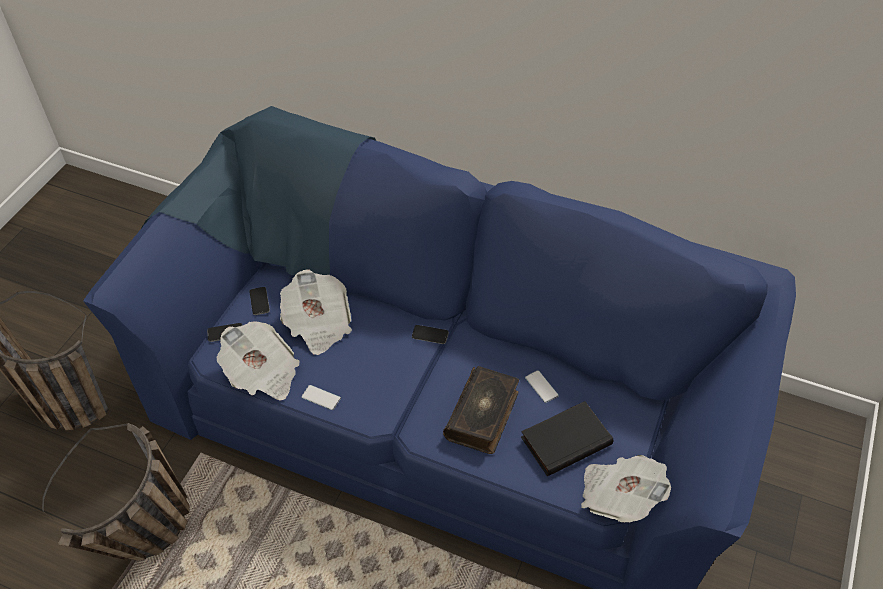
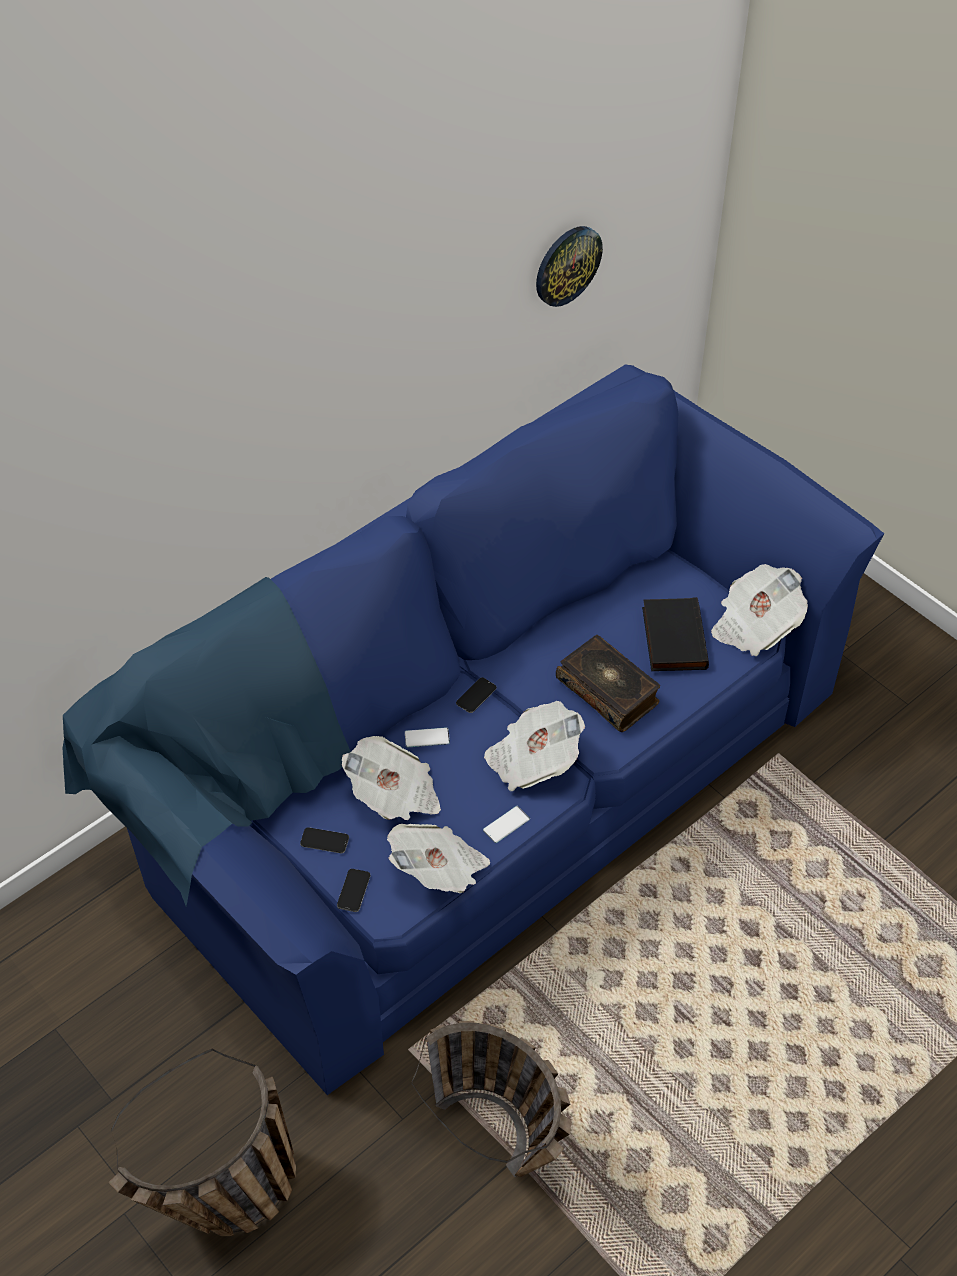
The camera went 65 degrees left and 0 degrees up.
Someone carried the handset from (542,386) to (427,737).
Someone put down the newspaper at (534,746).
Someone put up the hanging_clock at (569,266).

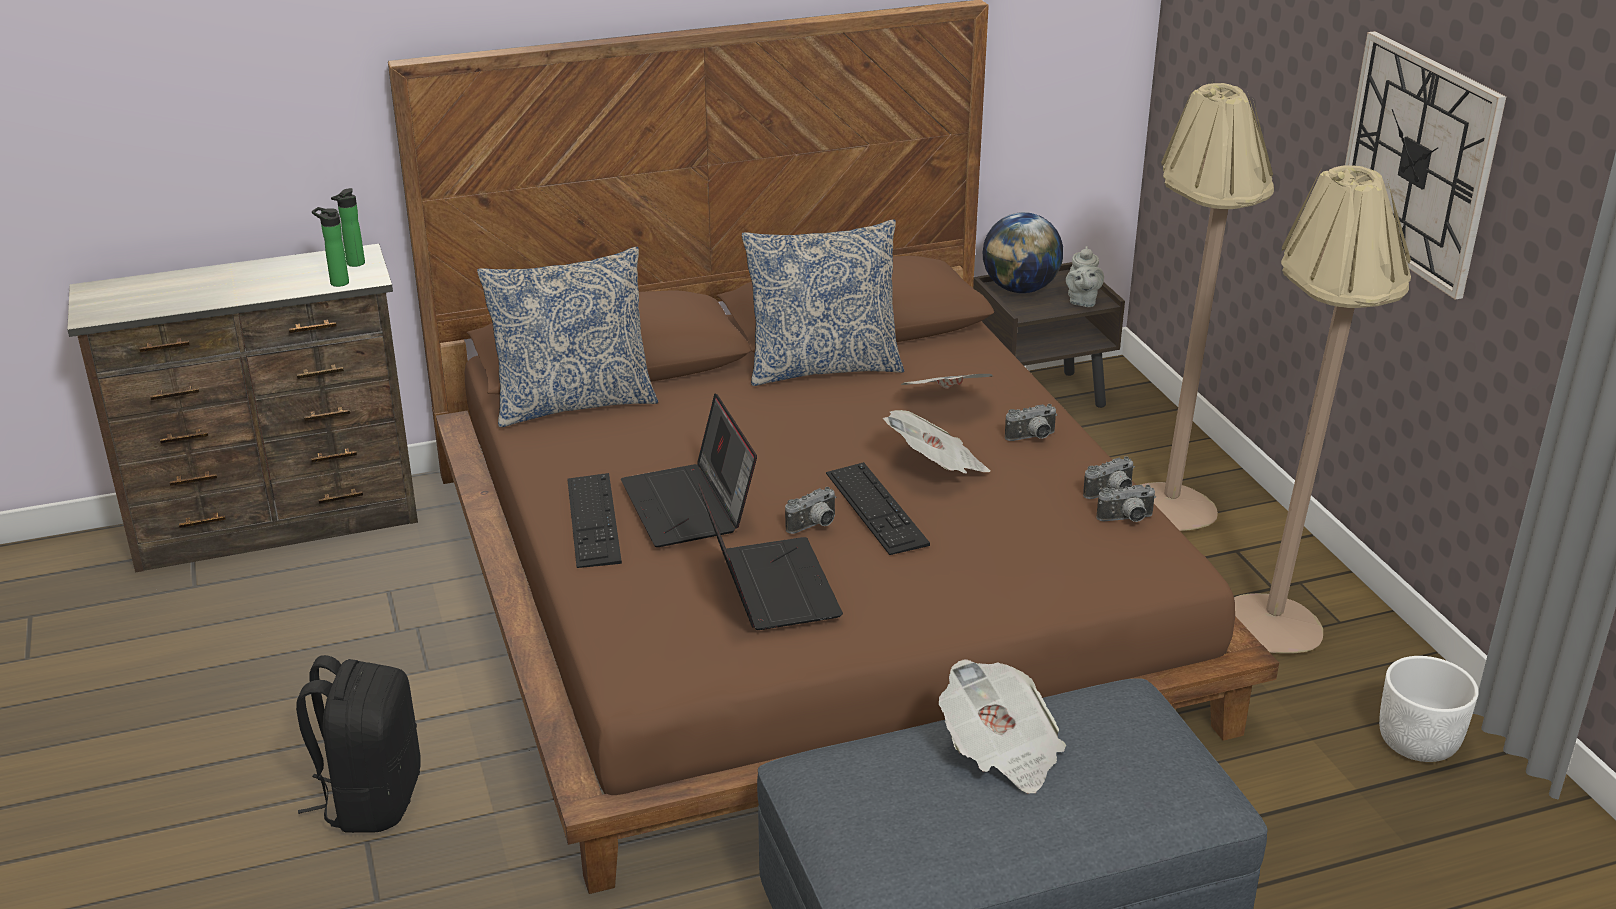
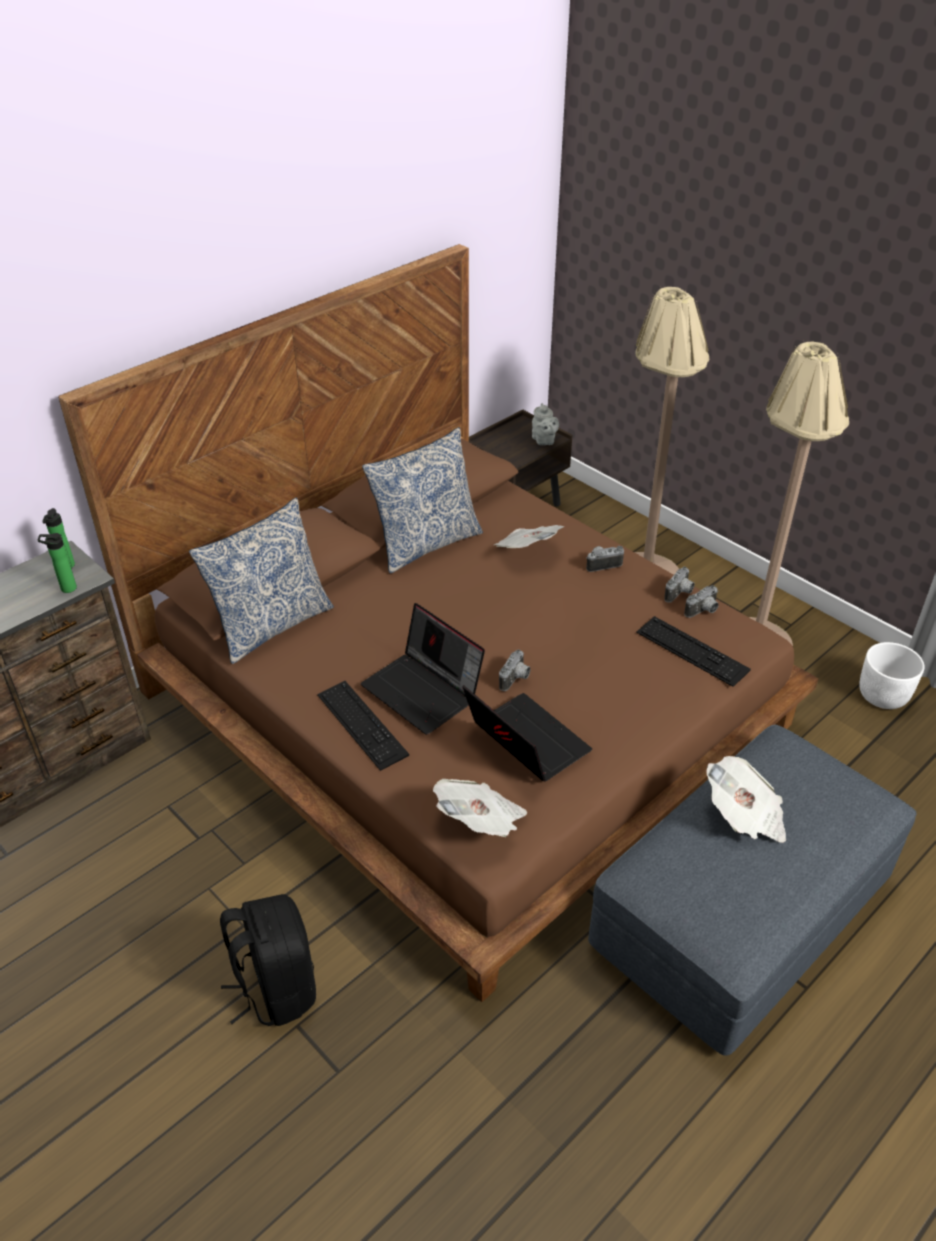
The camera went 25 degrees left and 10 degrees up.
Someone carried the newspaper from (937,442) to (480,808).
Someone rotated the photo_camera at (1031,422) by 150 degrees counterclockwise.
Someone carried the keyboard from (878,508) to (693,651).
Someone took away the desk_globe at (1023,252).
Someone took away the hanging_clock at (1425,165).

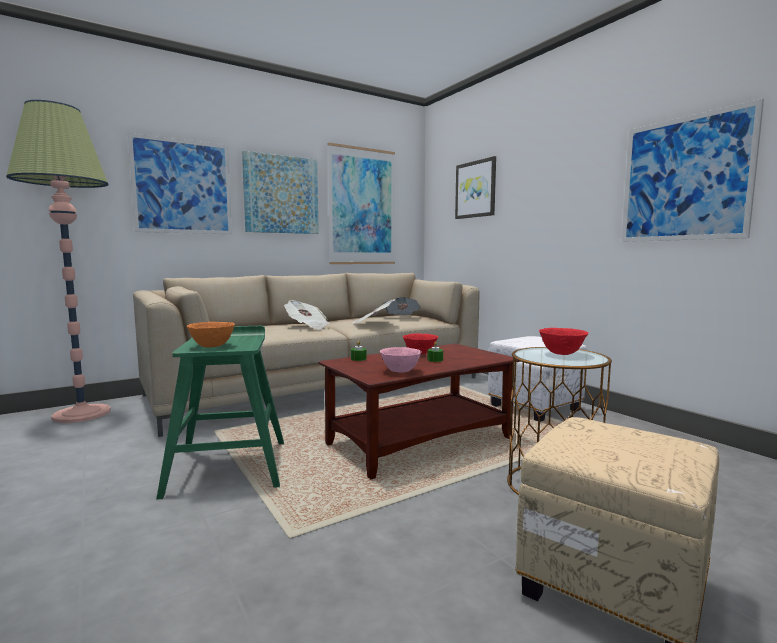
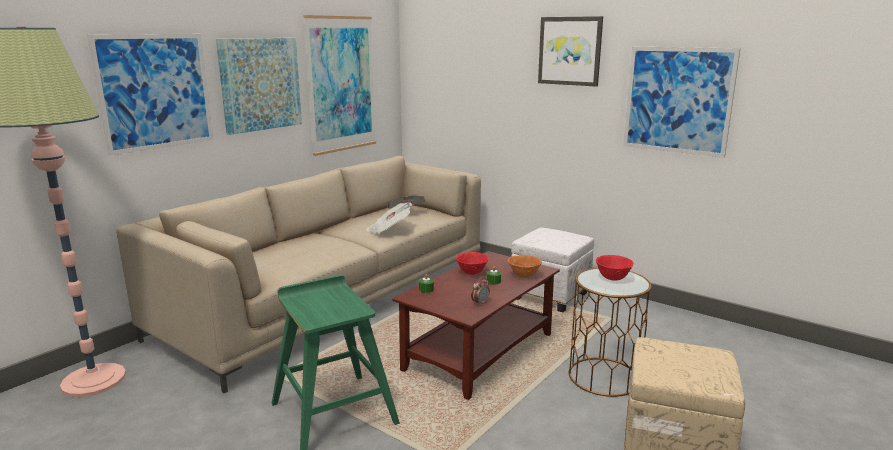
The camera went 20 degrees left and 10 degrees up.
Someone swapped the pink_deep_dish at (401,359) for the bedside_clock at (480,291).
Someone carried the orange-coloured_deep_dish from (211,335) to (525,266).
Someone carried the wall_art from (475,187) to (570,51).
Someone took away the newspaper at (307,315).

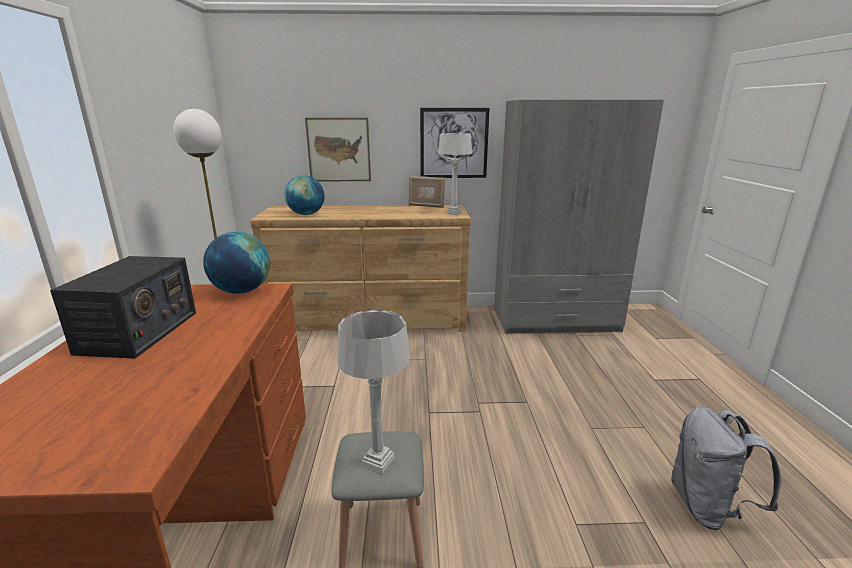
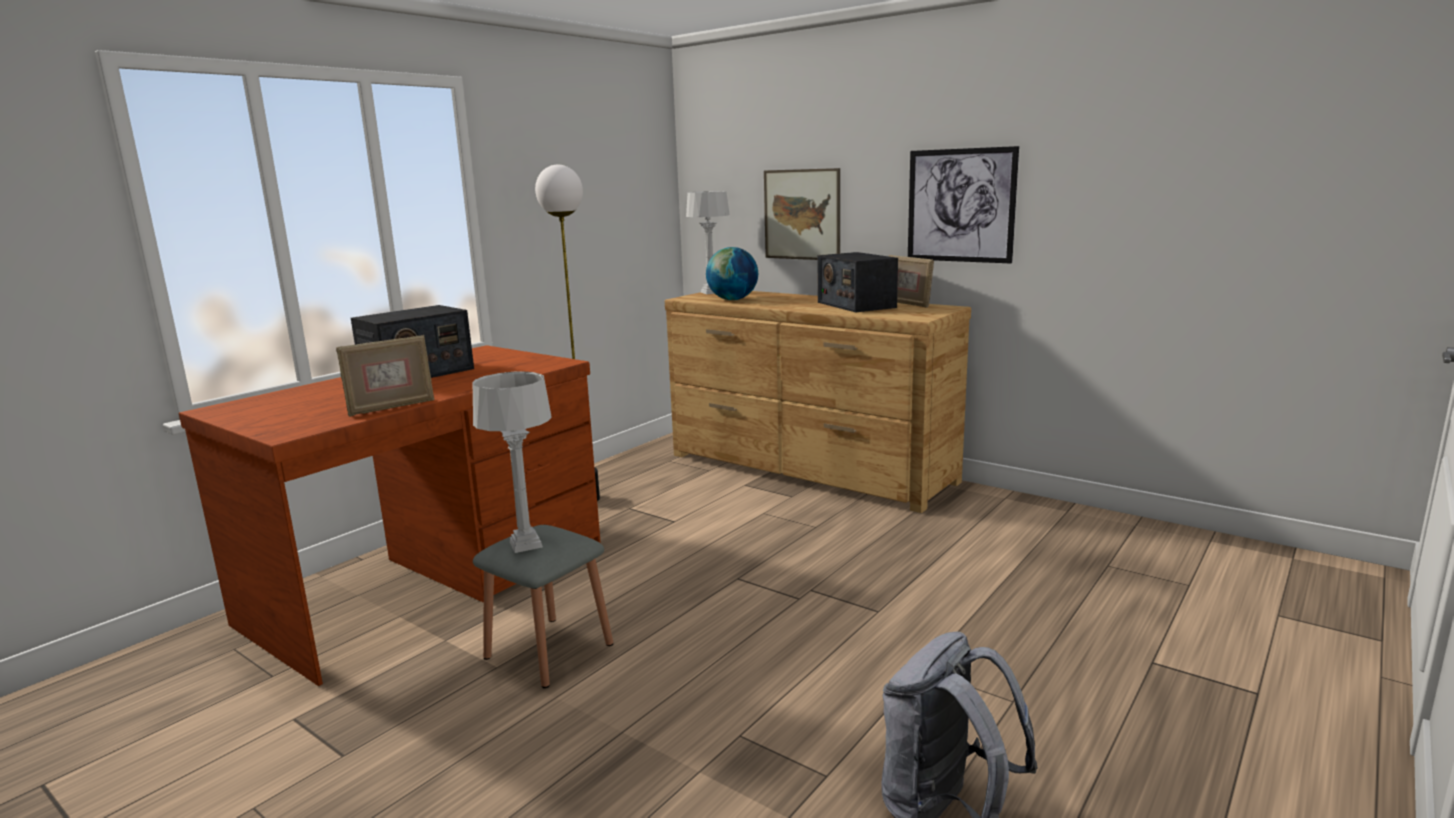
The camera went 40 degrees right and 5 degrees down.
Someone put down the standing_frame at (385,376).
Someone carried the grey_lamp_for_a_table from (455,174) to (708,242).
Someone put down the radio_set at (858,282).
Someone took away the desk_globe at (236,263).
Someone took away the grey_armoire at (579,217).

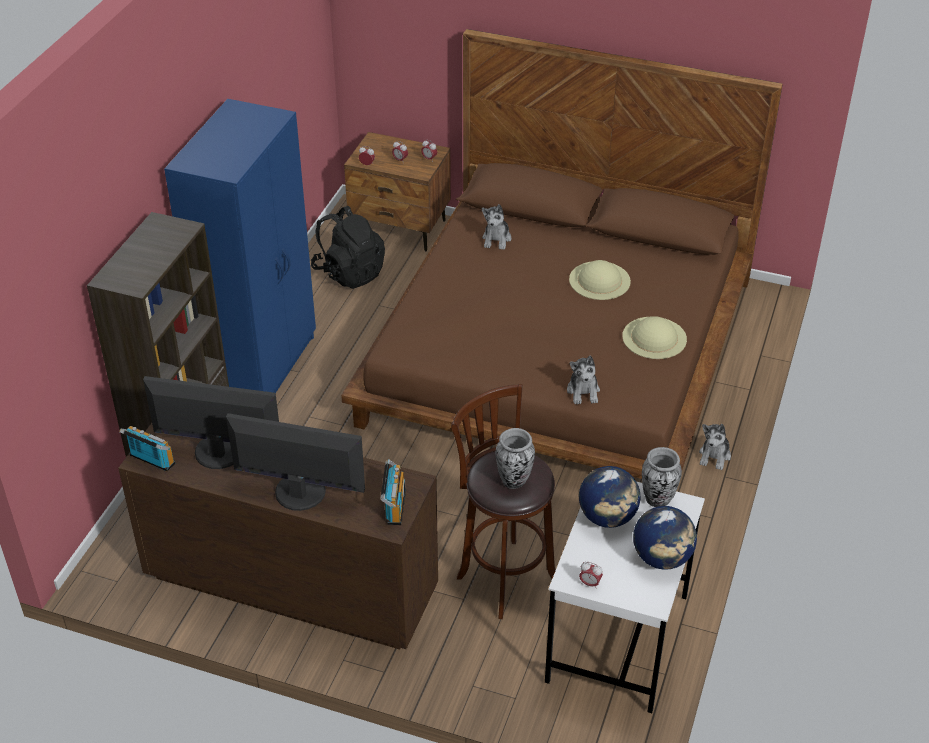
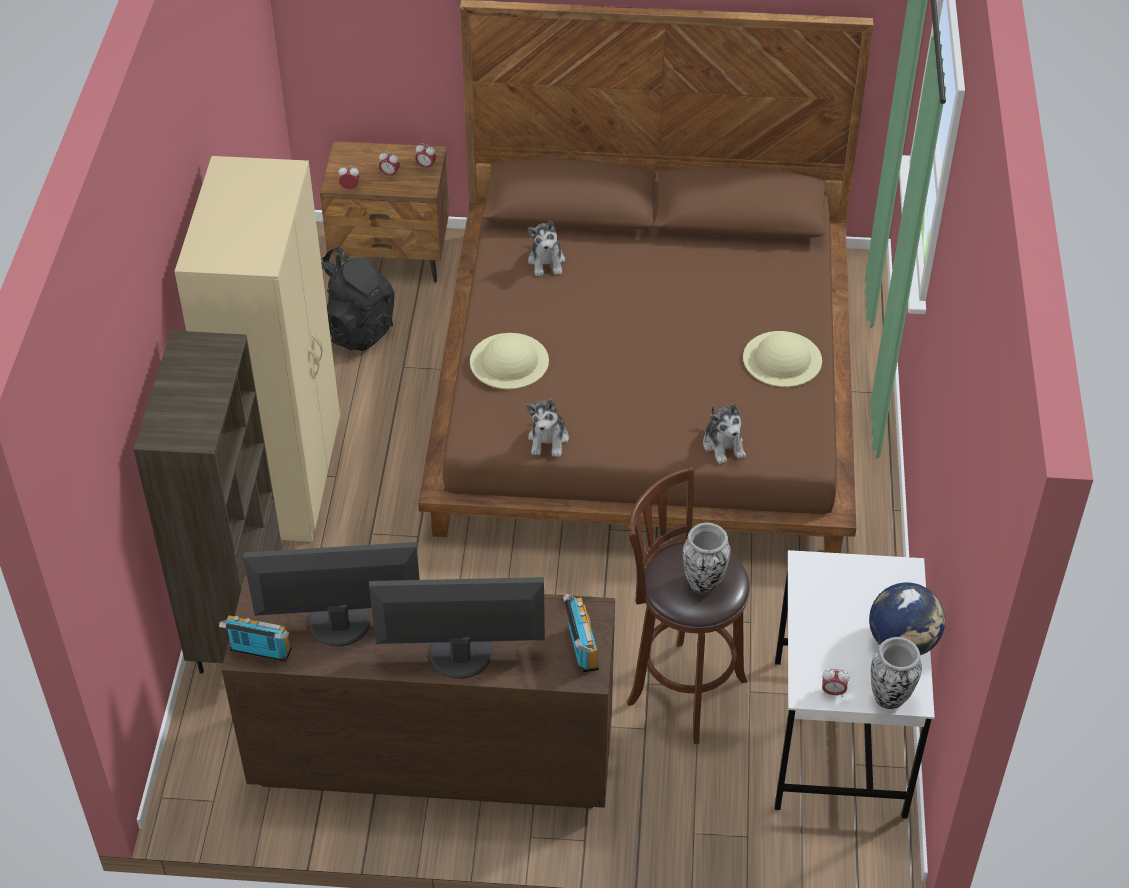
The camera went 15 degrees left and 5 degrees up.
Someone repainted the blue-coloured_armoire at (240,246), which became the beige_armoire at (257,349).
Someone carried the beige_wearable_hat from (600,280) to (509,361).
Someone carried the soft_toy from (715,447) to (547,427).
Someone carried the flower_vase from (662,477) to (896,673).
Someone took away the desk_globe at (609,497).

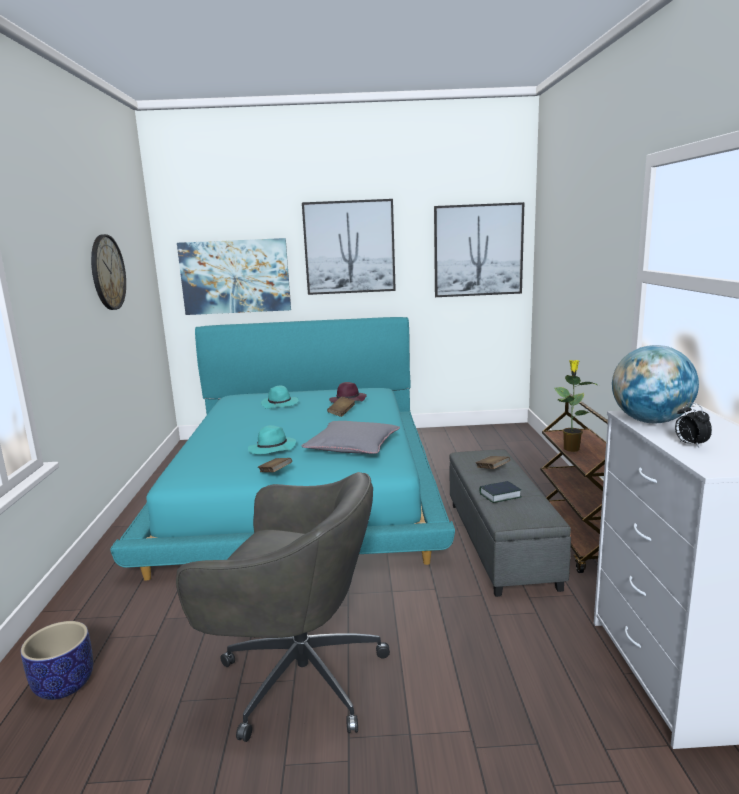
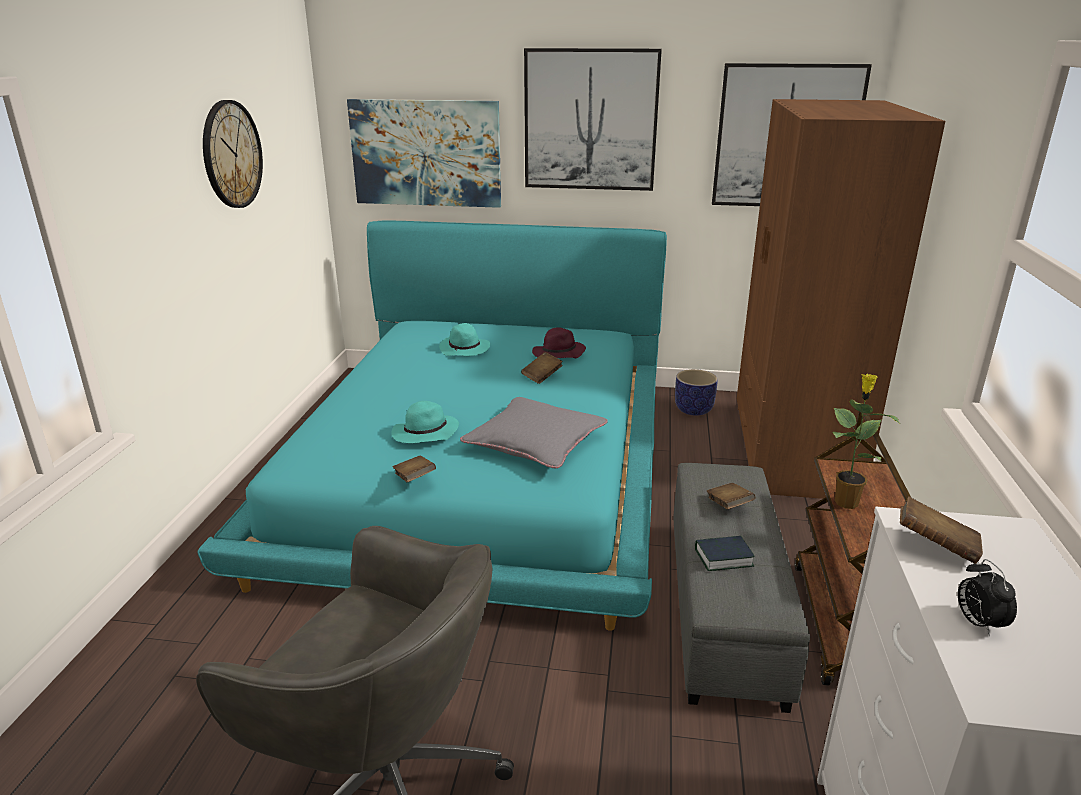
The camera went 10 degrees right and 10 degrees up.
Someone carried the planter from (57,660) to (696,392).
Someone put down the brown-coloured_armoire at (841,299).
Someone swapped the desk_globe at (655,384) for the brown-coloured_book at (941,530).

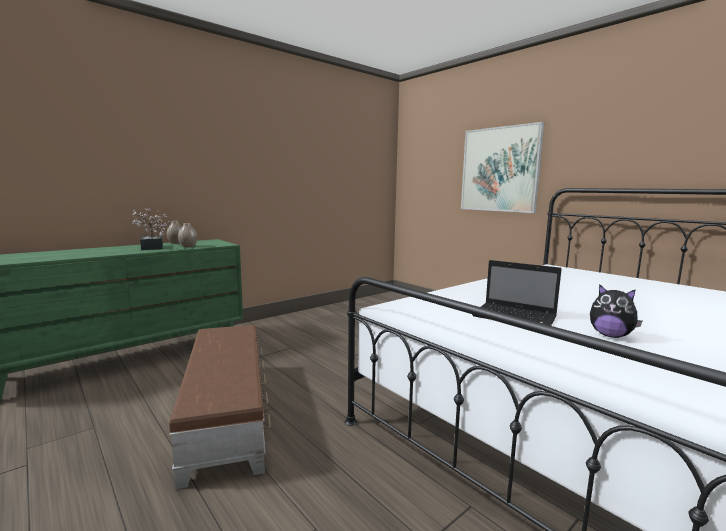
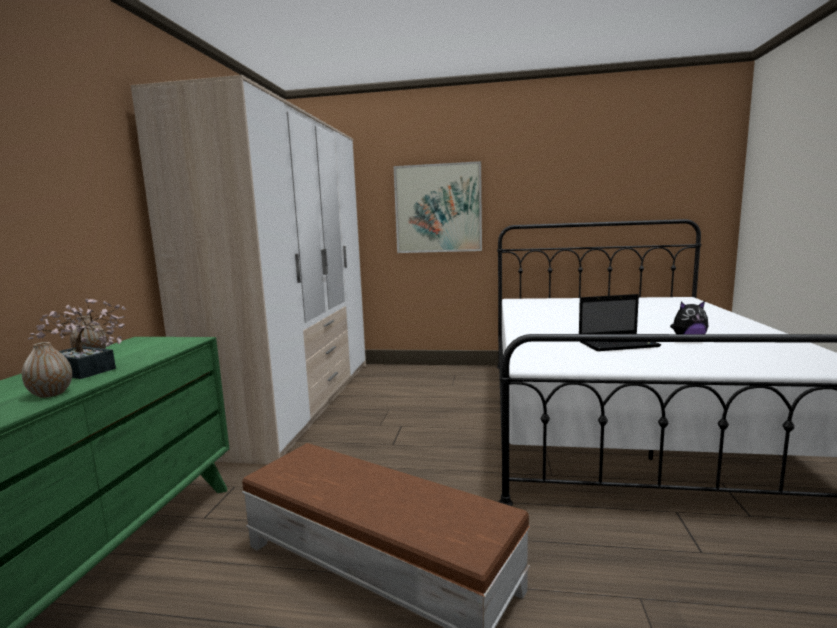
The camera went 40 degrees left and 0 degrees up.
Someone carried the flower_vase from (187,235) to (47,370).
Someone put down the armoire at (248,269).

